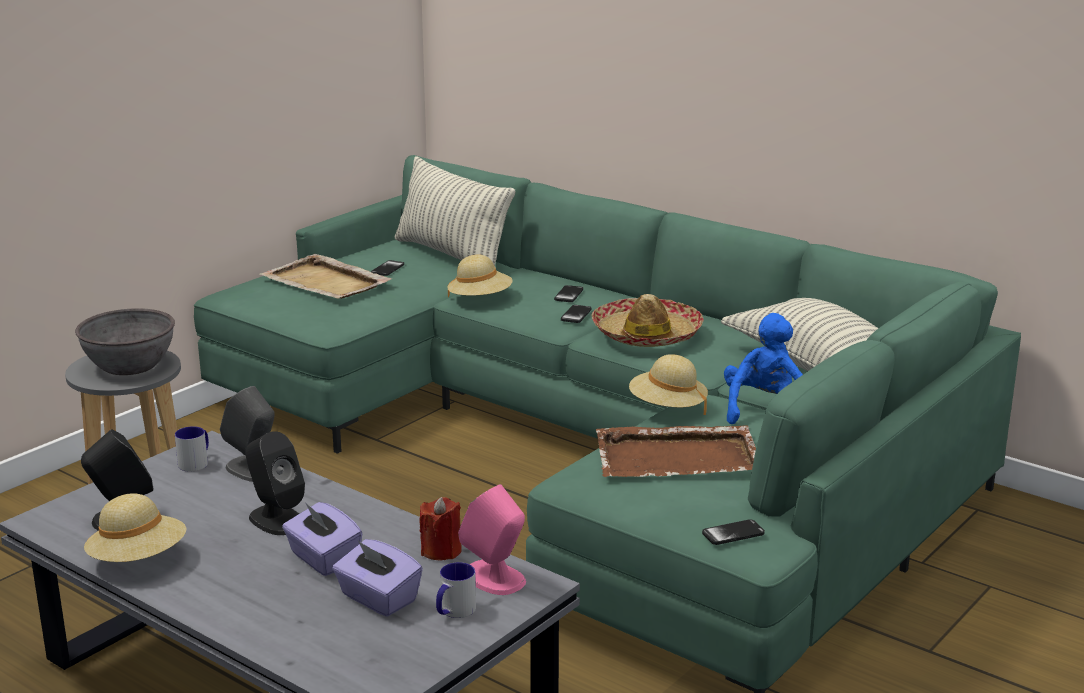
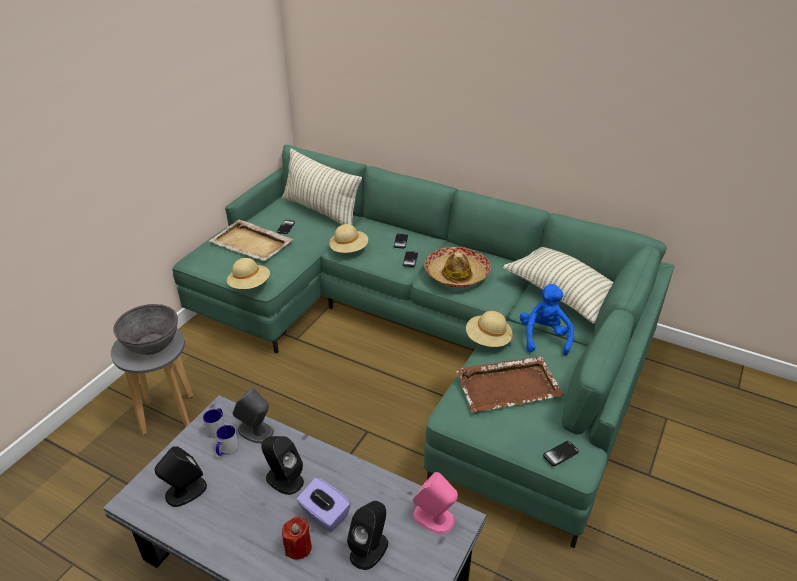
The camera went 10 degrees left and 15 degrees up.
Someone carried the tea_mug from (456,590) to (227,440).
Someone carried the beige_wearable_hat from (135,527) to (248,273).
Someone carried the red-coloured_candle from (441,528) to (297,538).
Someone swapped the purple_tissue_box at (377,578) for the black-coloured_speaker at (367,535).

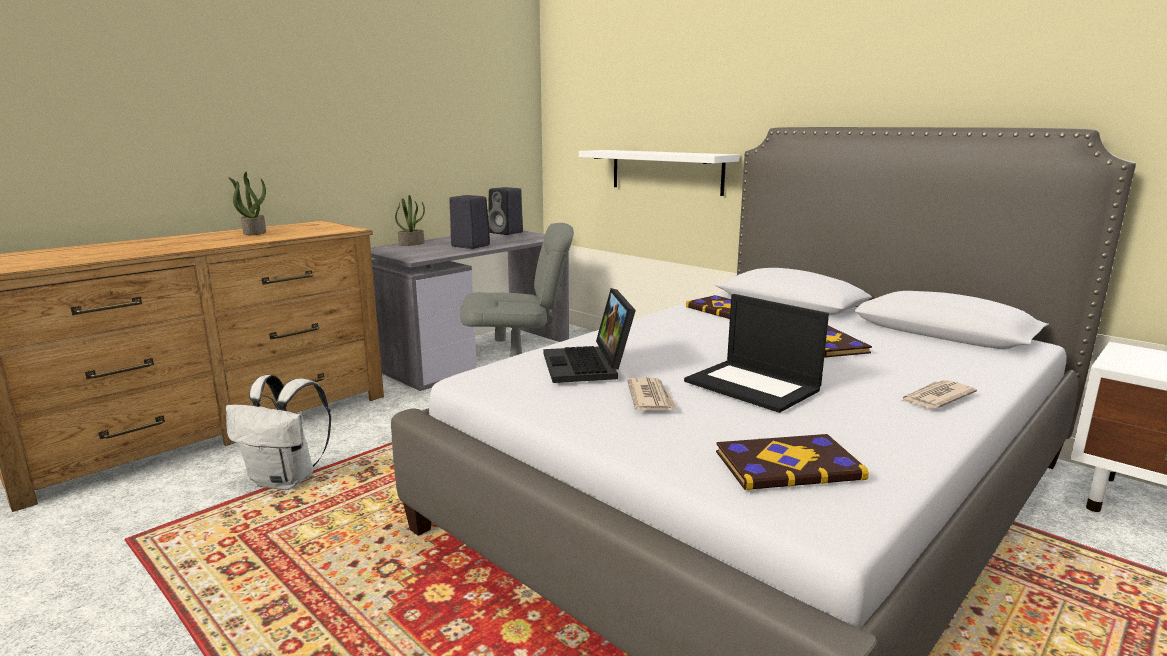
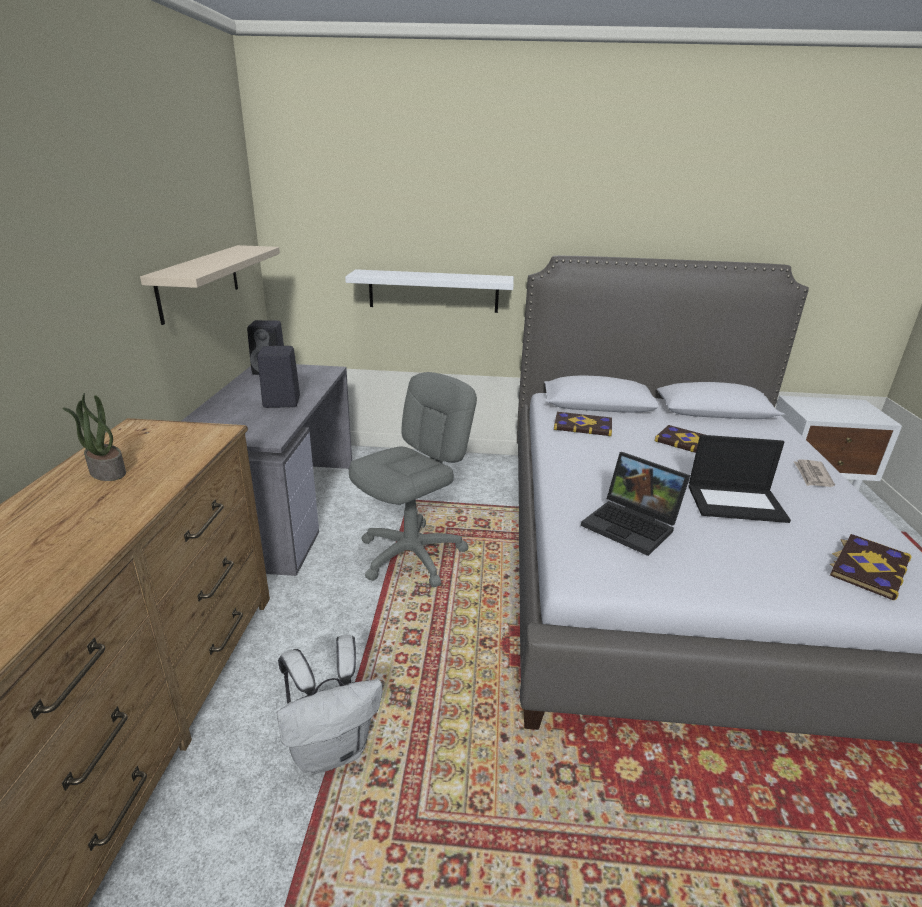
The camera went 40 degrees left and 10 degrees up.
Someone put up the beige_bracket_shelf at (210,285).
Someone took away the plant_in_a_pot at (410,220).
Someone took away the newspaper at (652,394).

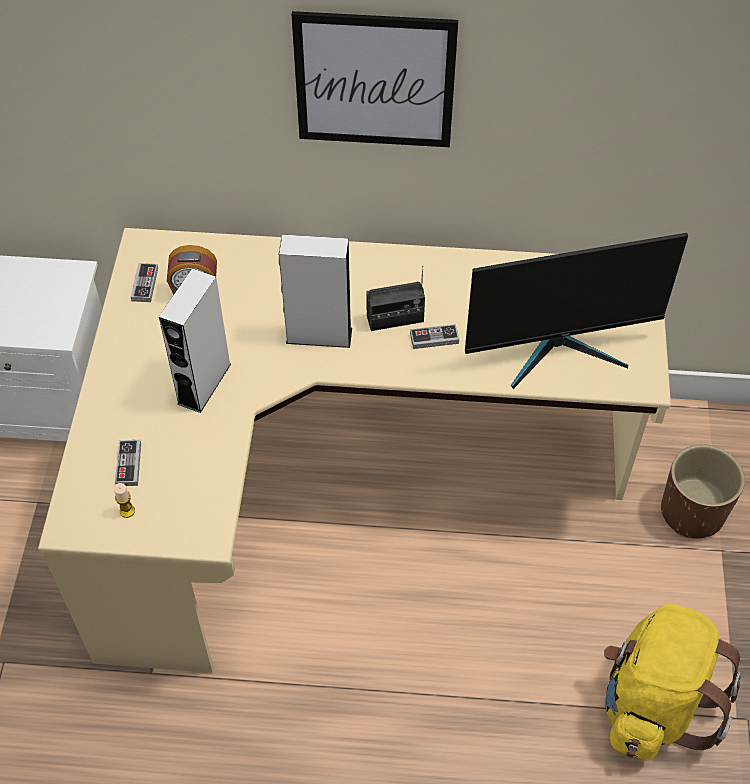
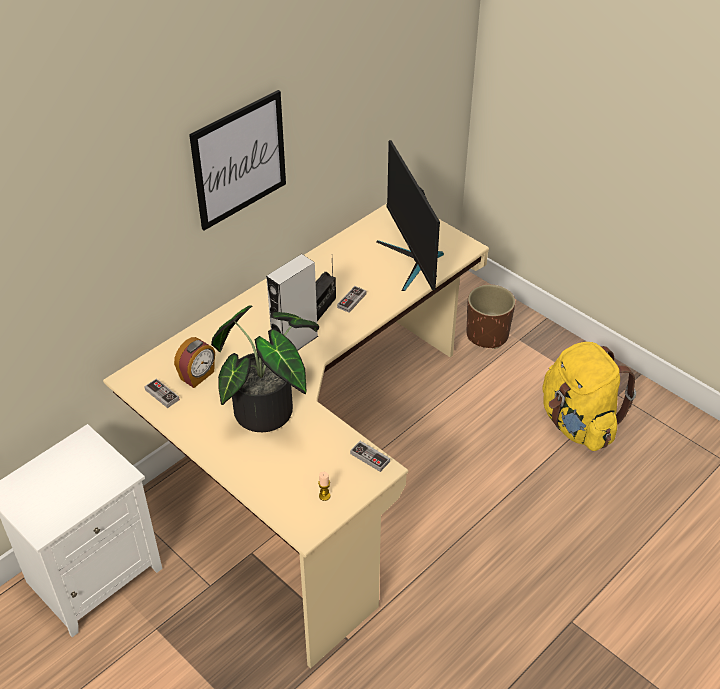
The camera went 50 degrees left and 10 degrees down.
Someone swapped the grey_speaker at (195,340) for the plant_in_a_pot at (265,368).
Someone carried the joypad from (128,463) to (370,456).
Someone rotated the computer_display at (576,311) by 135 degrees clockwise.

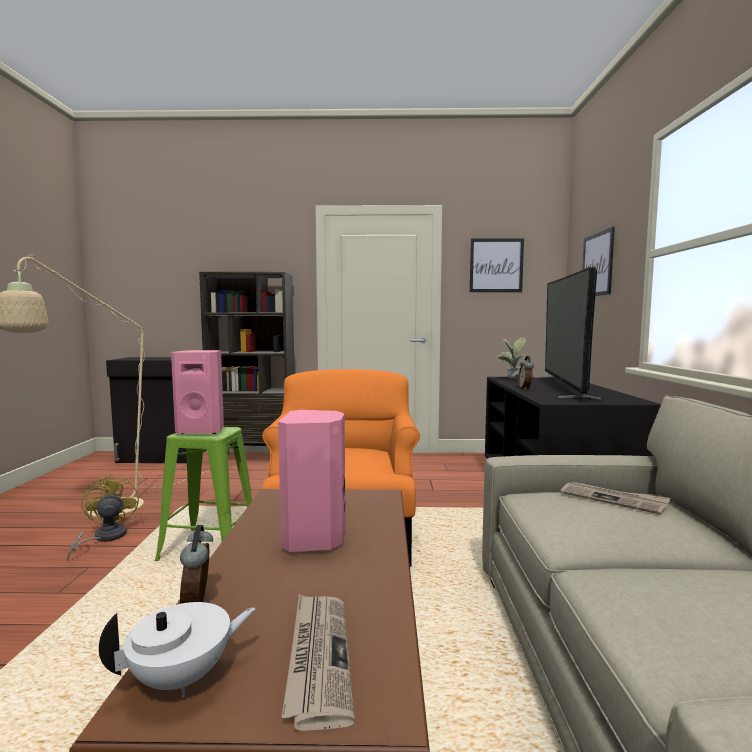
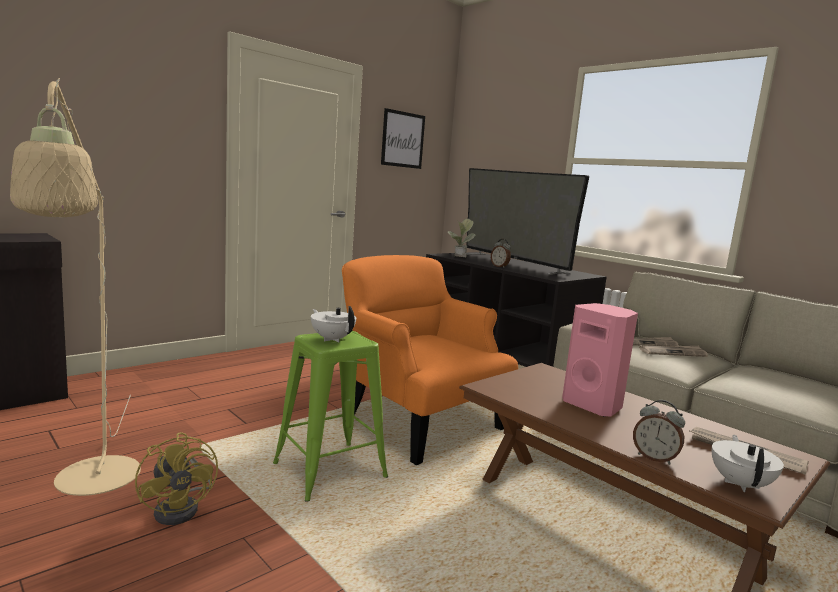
The camera went 45 degrees left and 5 degrees up.
Someone rotated the yellowish_fan at (103,517) by 150 degrees counterclockwise.
Someone swapped the pink_speaker at (197,392) for the white-coloured_pot_for_tea at (333,324).
Someone put down the newspaper at (673,351).
Someone took away the brown-coloured_bookshelf at (247,359).
Someone took away the wall_art at (598,261).

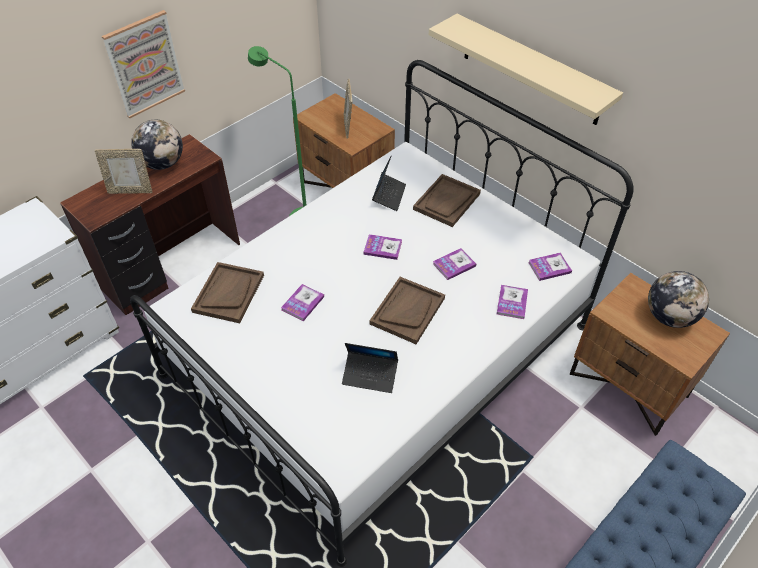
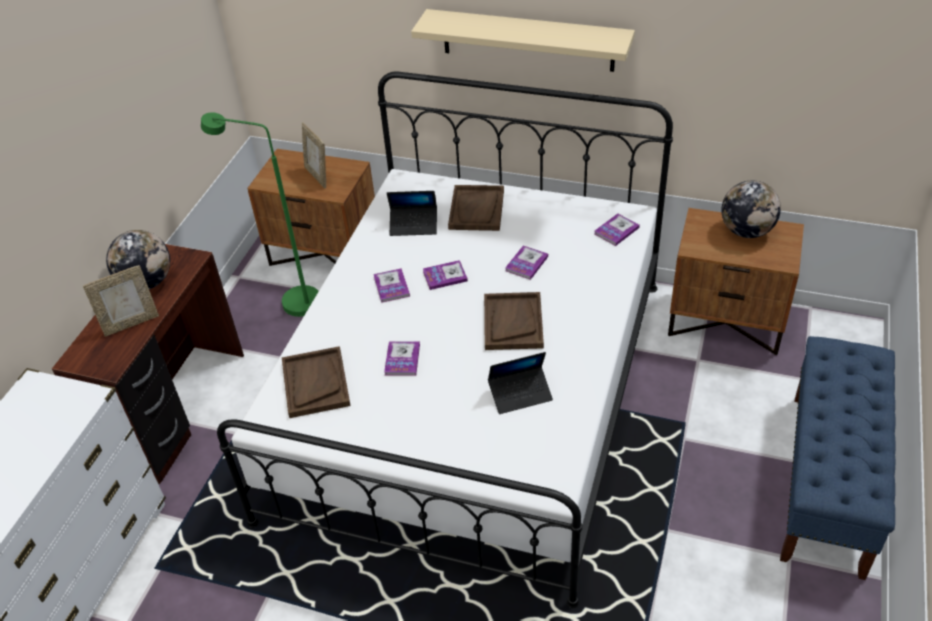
The camera went 25 degrees left and 5 degrees down.
Someone carried the book from (512,302) to (391,285).
Someone rotated the notebook_computer at (389,183) by 105 degrees clockwise.
Someone took away the wall_art at (143,64).

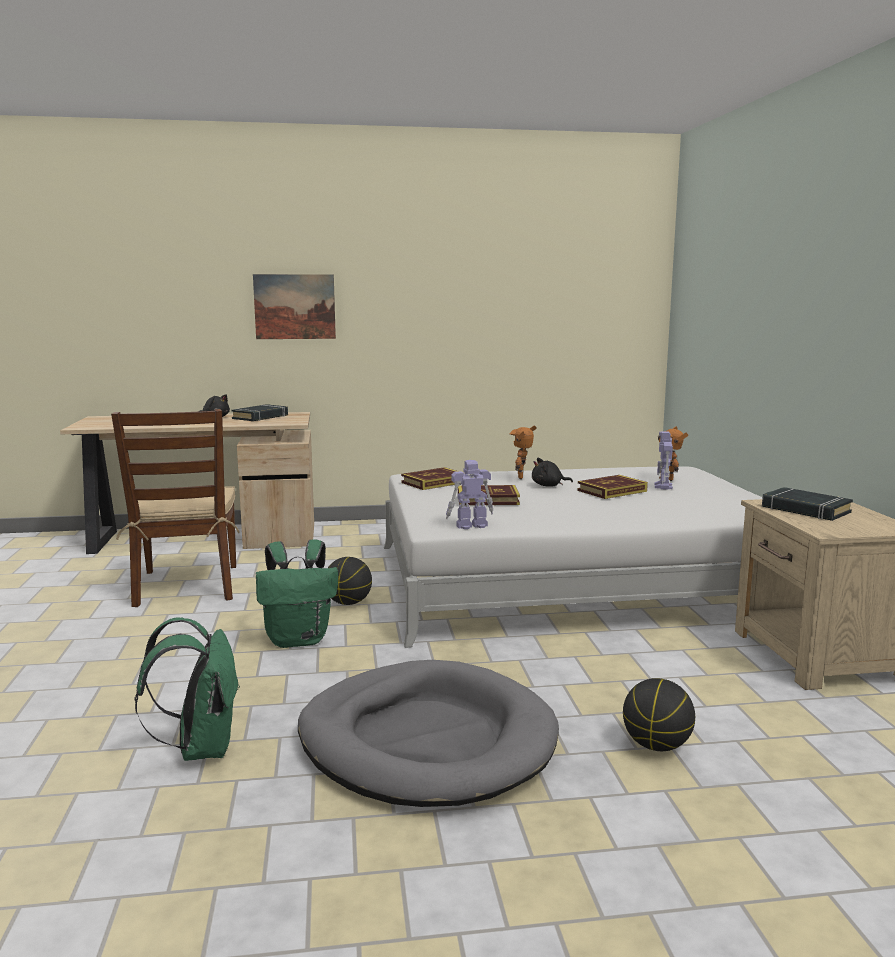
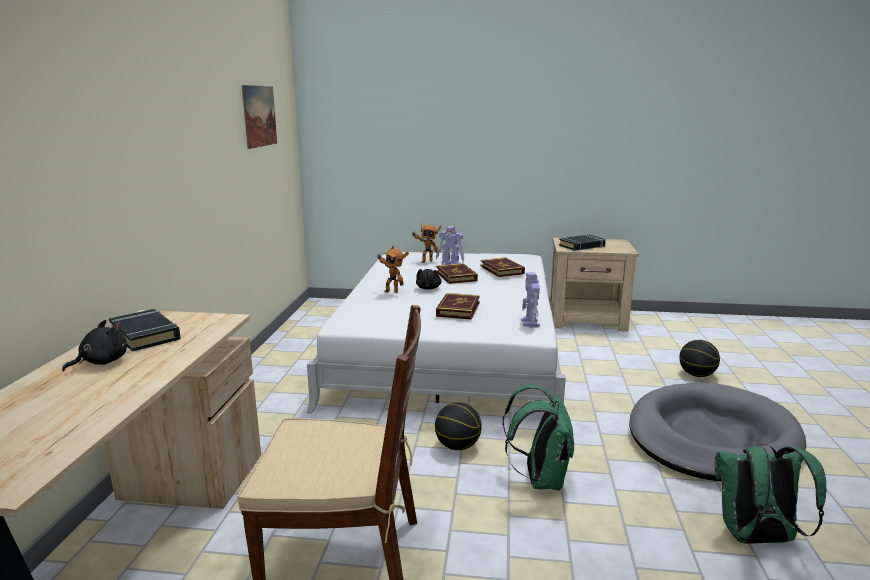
The camera went 75 degrees left and 5 degrees up.
Someone carried the wall_art from (294,306) to (259,117).
Someone carried the book from (433,478) to (503,267).

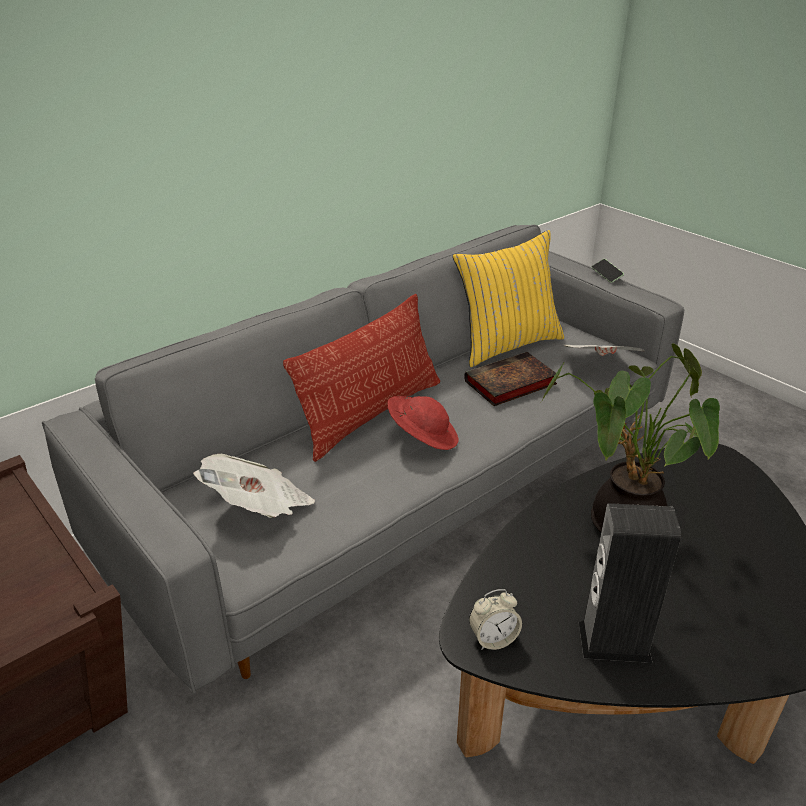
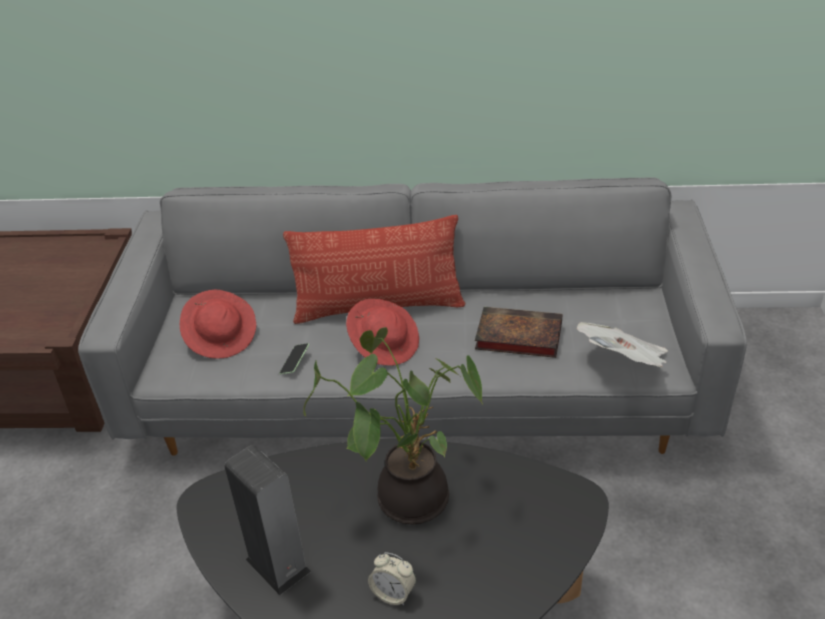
The camera went 45 degrees right and 5 degrees up.
Someone swapped the newspaper at (254,486) for the red-coloured_wearable_hat at (217,324).
Someone carried the handset from (608,271) to (294,358).
Someone carried the bedside_clock from (495,619) to (392,578).
Someone took away the yellowish_pillow at (508,298).

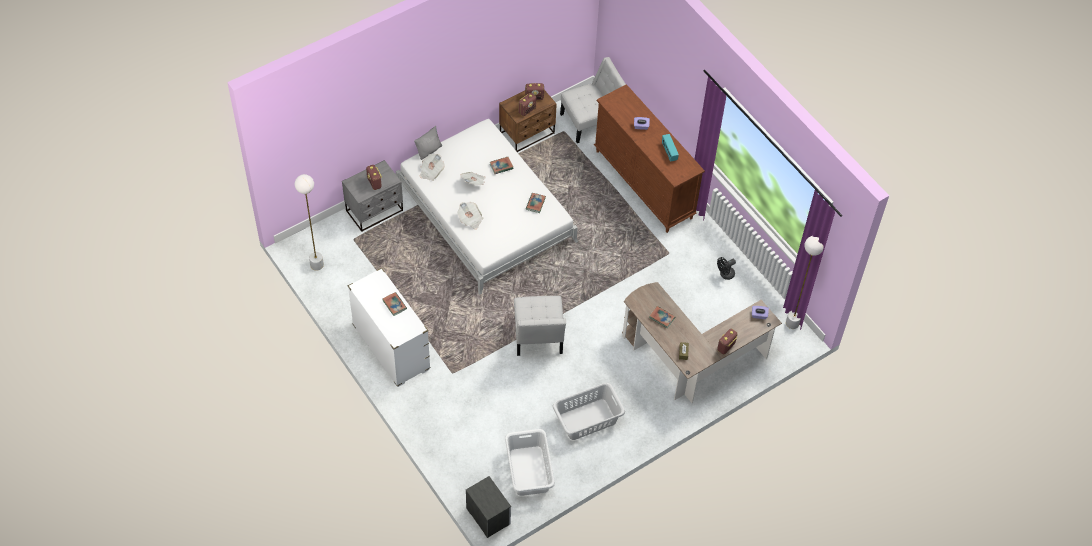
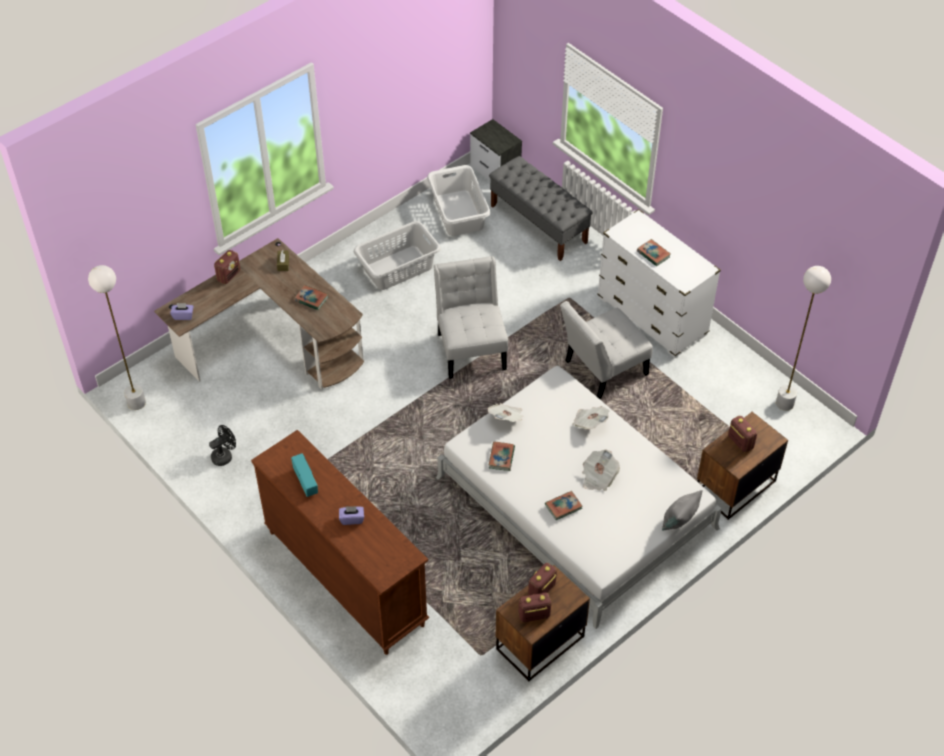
The camera went 175 degrees right and 5 degrees down.
Someone carried the newspaper from (432,167) to (505,412).
Someone put down the grey_indoor_bench at (541,208).
Someone carried the white-coloured_plain_chair from (593,100) to (606,350).
Someone repainted the grey_nightstand at (372,196), which became the brown-coloured_nightstand at (742,466).

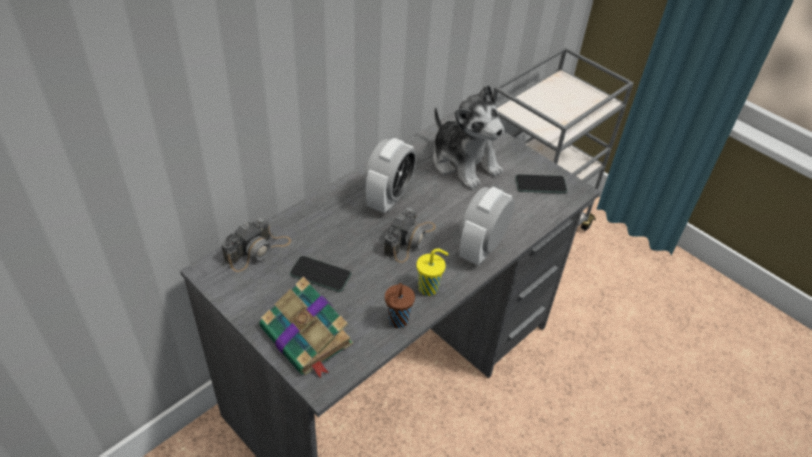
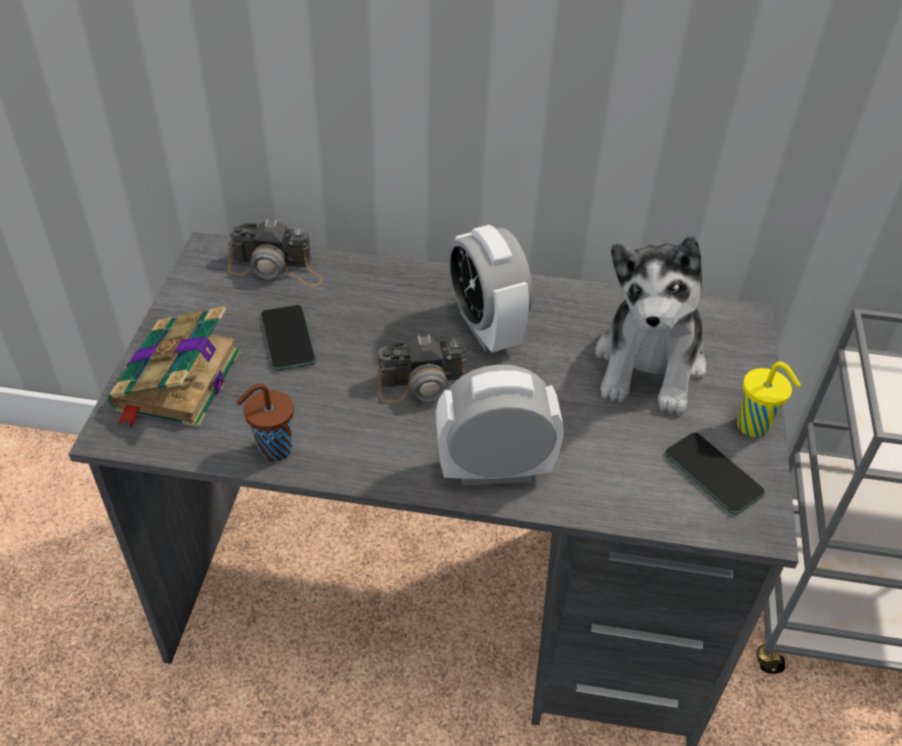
The camera went 55 degrees right and 0 degrees up.
Someone rotated the bedside_clock at (390,175) by 75 degrees clockwise.
Someone carried the yellowish_drinking_cup from (433,272) to (769,399).

